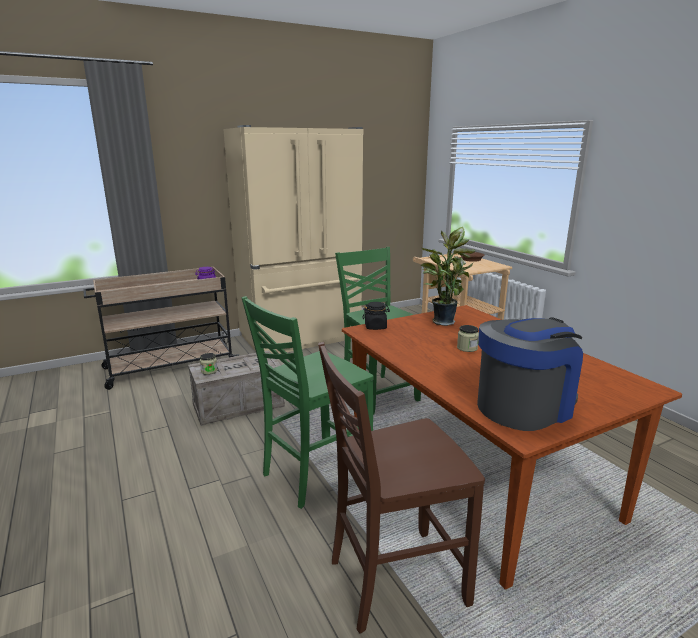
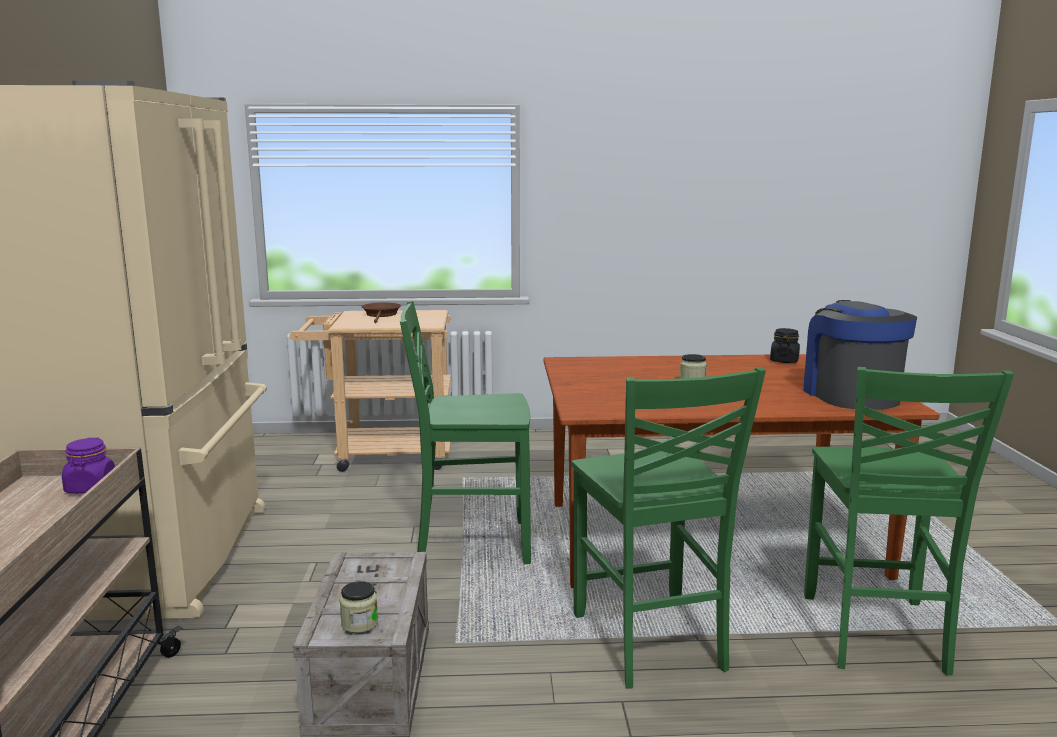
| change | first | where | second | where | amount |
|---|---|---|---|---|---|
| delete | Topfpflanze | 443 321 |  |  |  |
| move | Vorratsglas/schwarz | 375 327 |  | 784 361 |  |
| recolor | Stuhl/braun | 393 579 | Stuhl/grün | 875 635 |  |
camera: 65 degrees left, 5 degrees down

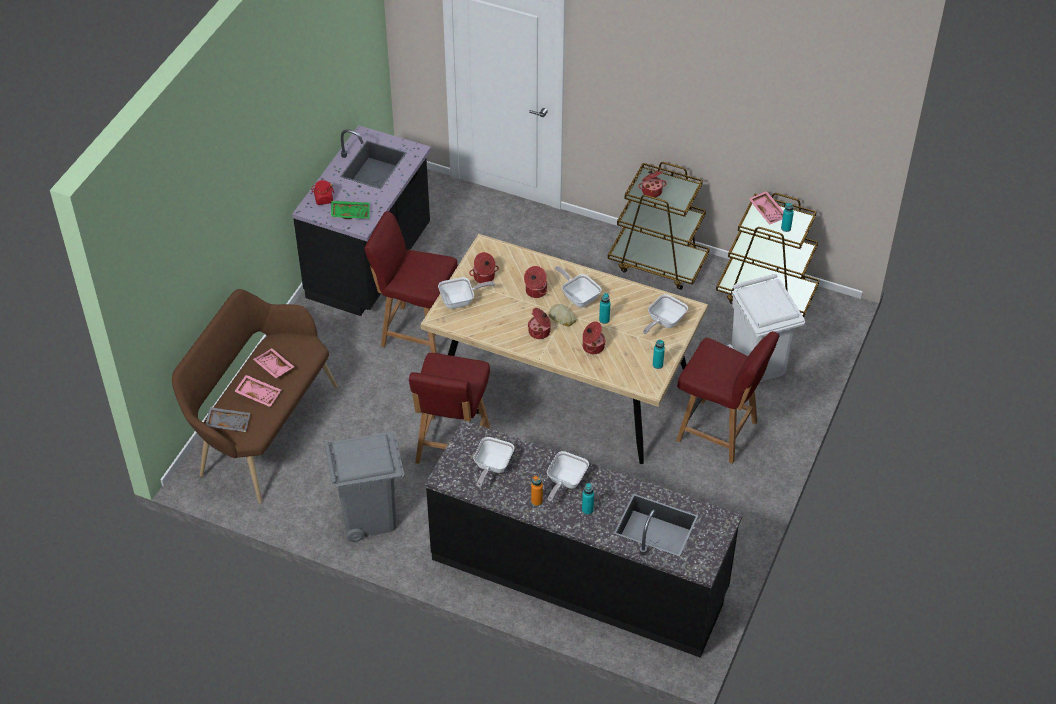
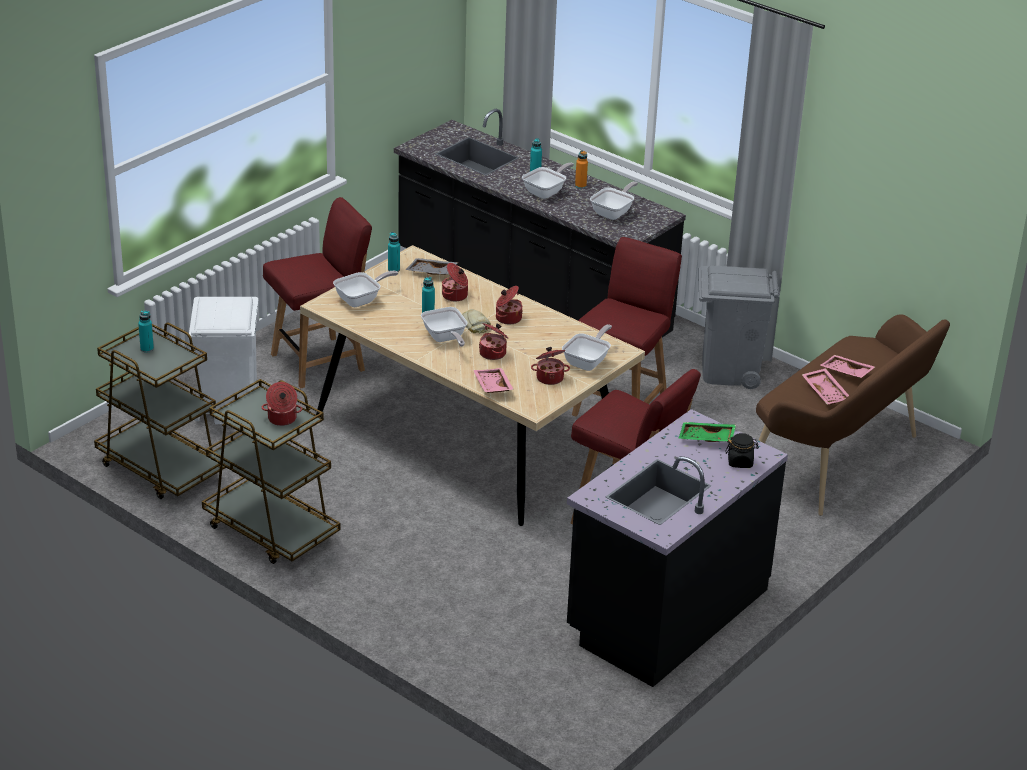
| change | first | where | second | where | amount |
|---|---|---|---|---|---|
| recolor | Vorratsglas/rot | 323 199 | Vorratsglas/schwarz | 740 462 |  |
| move | Tablett/rosa | 768 211 |  | 492 386 |  |
| rotate | Pfanne | 461 301 |  | 588 361 | 120 degrees clockwise |
| rotate | Stuhl/rot | 719 432 |  | 320 362 | 105 degrees clockwise |
| move | Tablett/grau | 228 422 |  | 431 273 |  |
camera: 165 degrees left, 15 degrees down

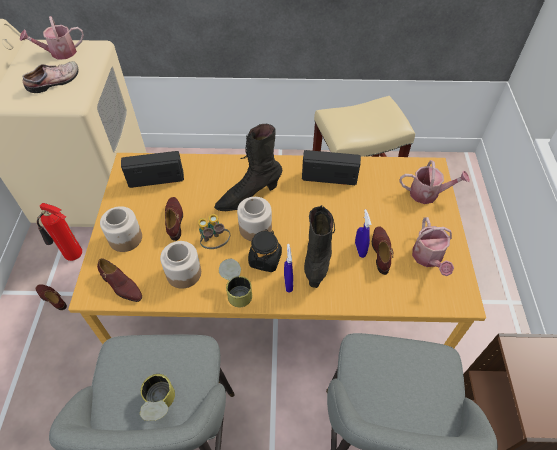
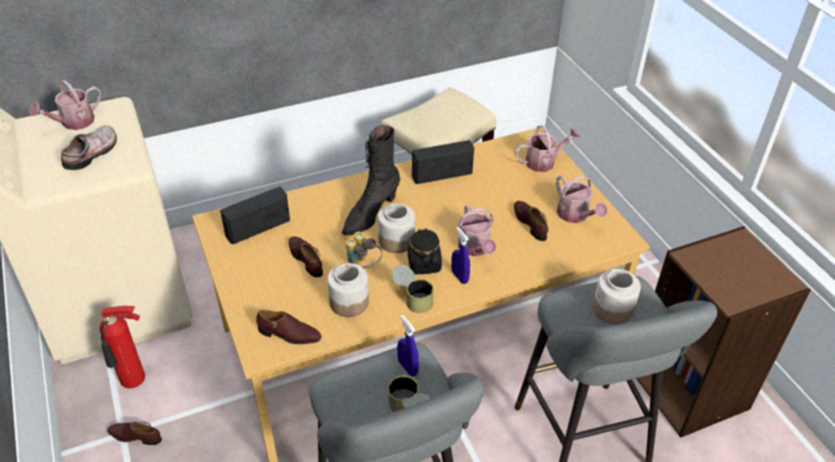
| change | first | where | second | where | amount |
|---|---|---|---|---|---|
| replace | Stiefel/schwarz | 318 260 | Gießkanne | 475 248 |  |
| move | Vorratsglas | 125 238 |  | 612 309 |  |
| move | Sprühflasche/blau | 360 249 |  | 407 367 |  |
camera: 25 degrees left, 10 degrees down

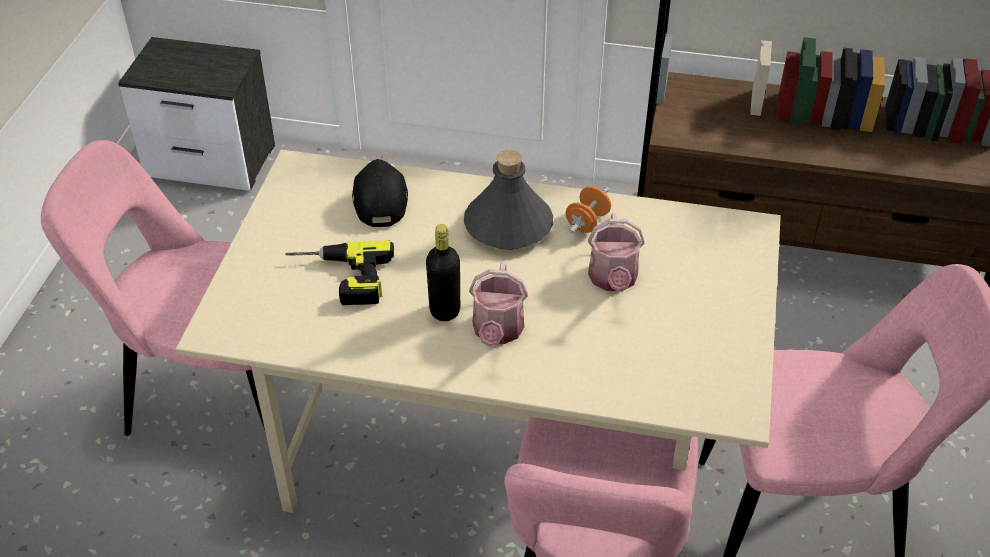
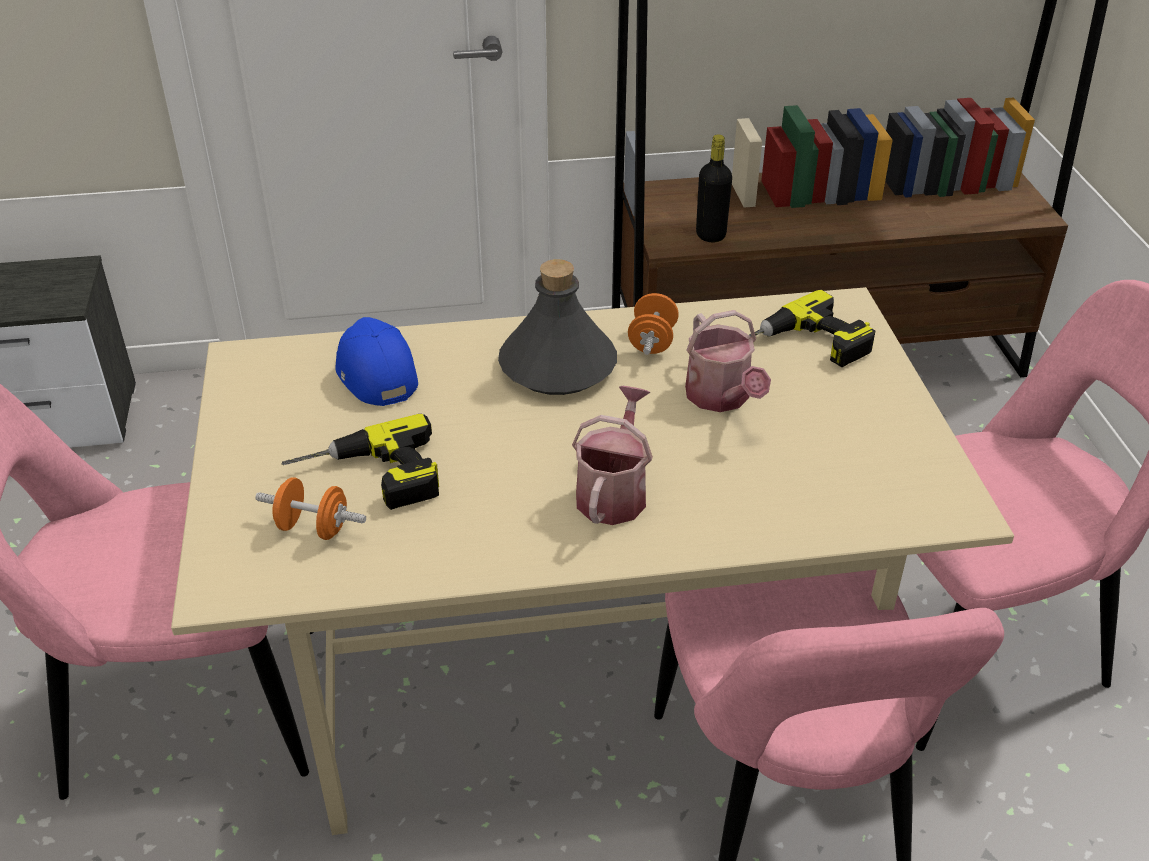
| change | first | where | second | where | amount |
|---|---|---|---|---|---|
| recolor | Kappe/schwarz | 379 199 | Kappe/blau | 374 372 |  |
| move | Flasche/schwarz | 445 310 |  | 710 235 |  |
| rotate | Gießkanne | 497 331 |  | 613 491 | 150 degrees counterclockwise |
| insert |  |  | Bohrmaschine | 803 348 |  |
| insert |  |  | Hantel/orange | 313 528 |  |
camera: 20 degrees left, 5 degrees down

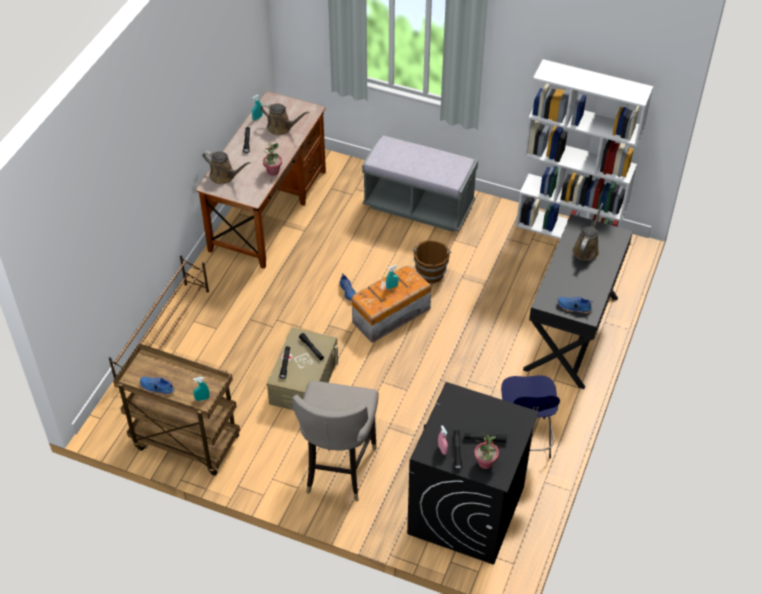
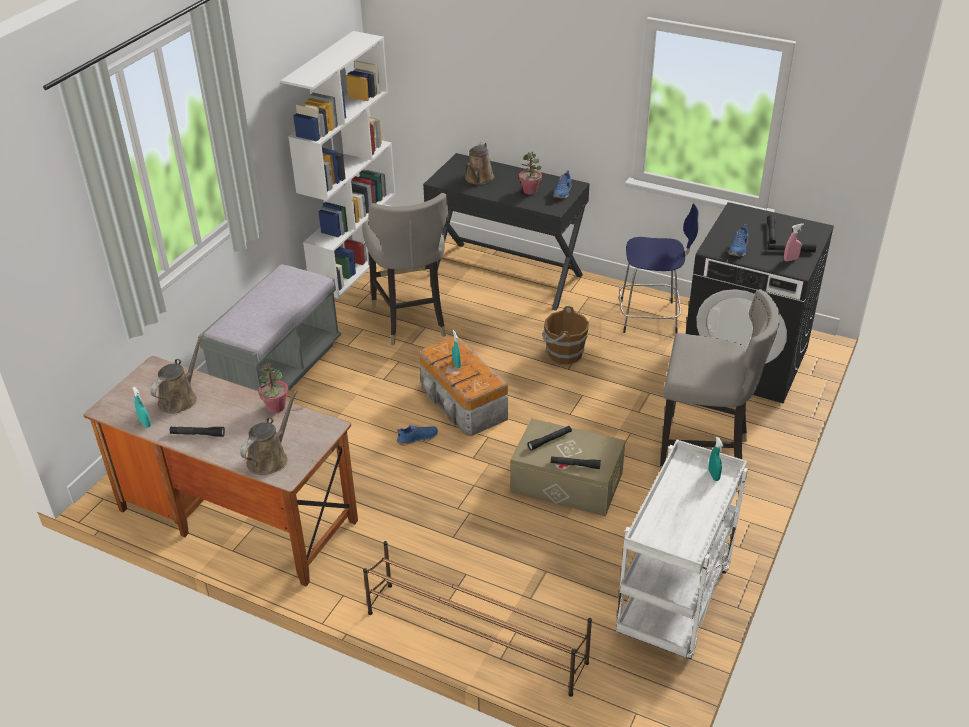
| change | first | where | second | where | amount |
|---|---|---|---|---|---|
| rotate | Gießkanne/braun | 586 249 |  | 478 179 | 105 degrees counterclockwise |
| move | Eimer/braun | 430 272 |  | 564 354 |  |
| recolor | Rollwagen/braun | 184 442 | Rollwagen/weiß | 674 605 |  |
| move | Schuh/blau | 157 388 |  | 739 249 |  |
| move | Topfpflanze | 485 463 |  | 530 191 |  |
| insert |  |  | Hocker/grau | 411 321 |  |
camera: 85 degrees left, 10 degrees down

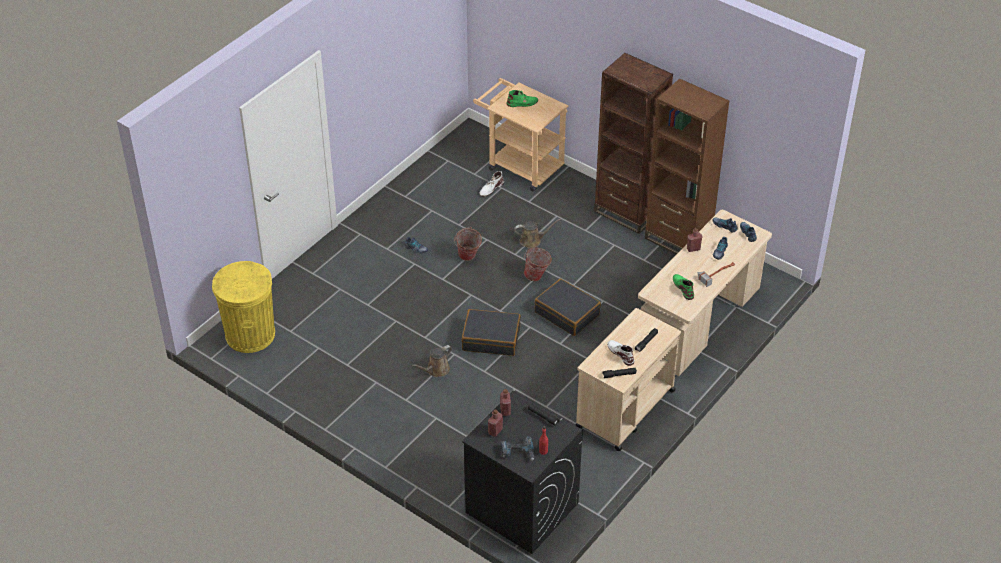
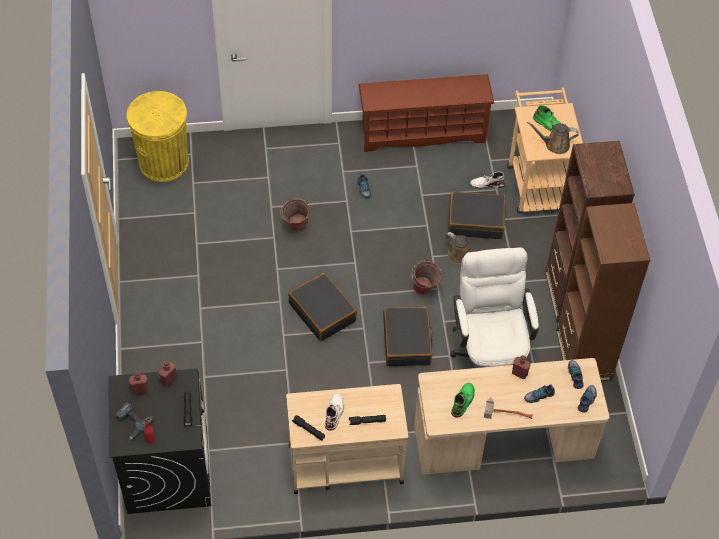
| change | first | where | second | where | amount |
|---|---|---|---|---|---|
| move | Eimer | 468 257 |  | 295 227 |  |
| move | Gießkanne/braun | 436 370 |  | 554 145 |  |
| insert |  |  | Schuhregal/braun | 423 133 |  |
| insert |  |  | Koffer/schwarz | 475 221 |  |
| insert |  |  | Bürostuhl/weiß | 489 354 |  |
camera: 45 degrees right, 10 degrees up

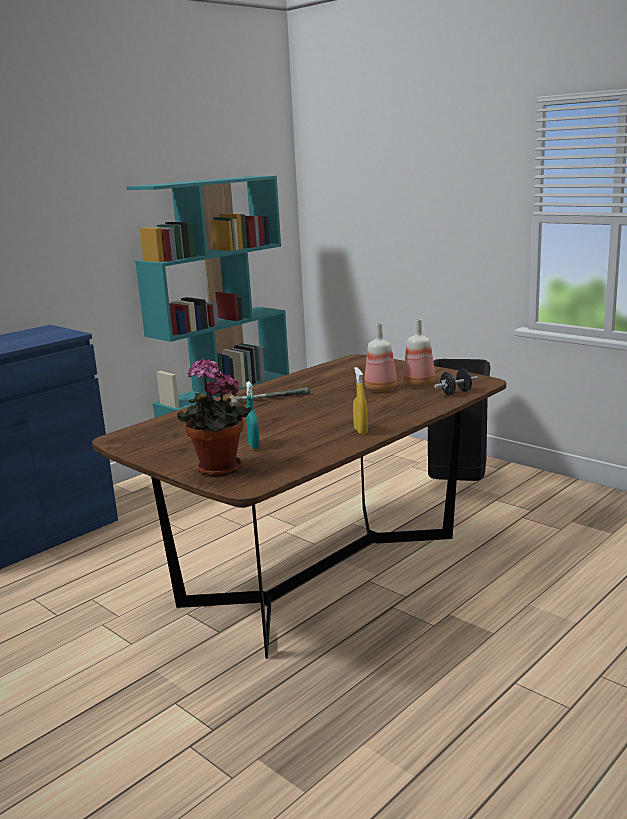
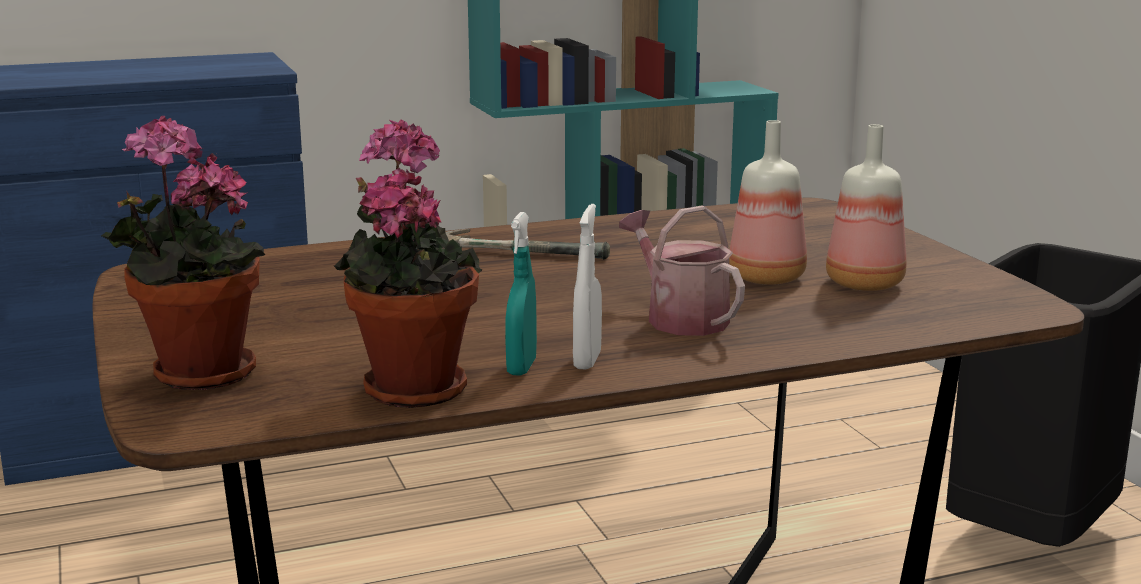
| change | first | where | second | where | amount |
|---|---|---|---|---|---|
| recolor | Sprühflasche/gelb | 360 431 | Sprühflasche/weiß | 587 360 |  |
| delete | Hantel/schwarz | 455 393 |  |  |  |
| move | Sprühflasche/türkis | 254 446 |  | 521 367 |  |
| insert |  |  | Topfpflanze | 411 386 |  |
| insert |  |  | Gießkanne | 680 318 |  |
camera: 25 degrees right, 0 degrees up

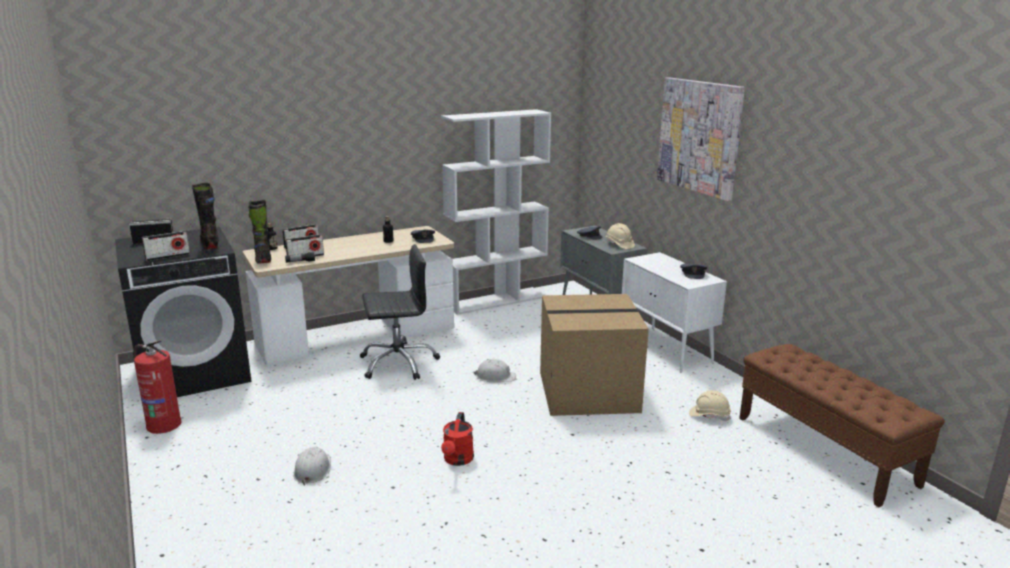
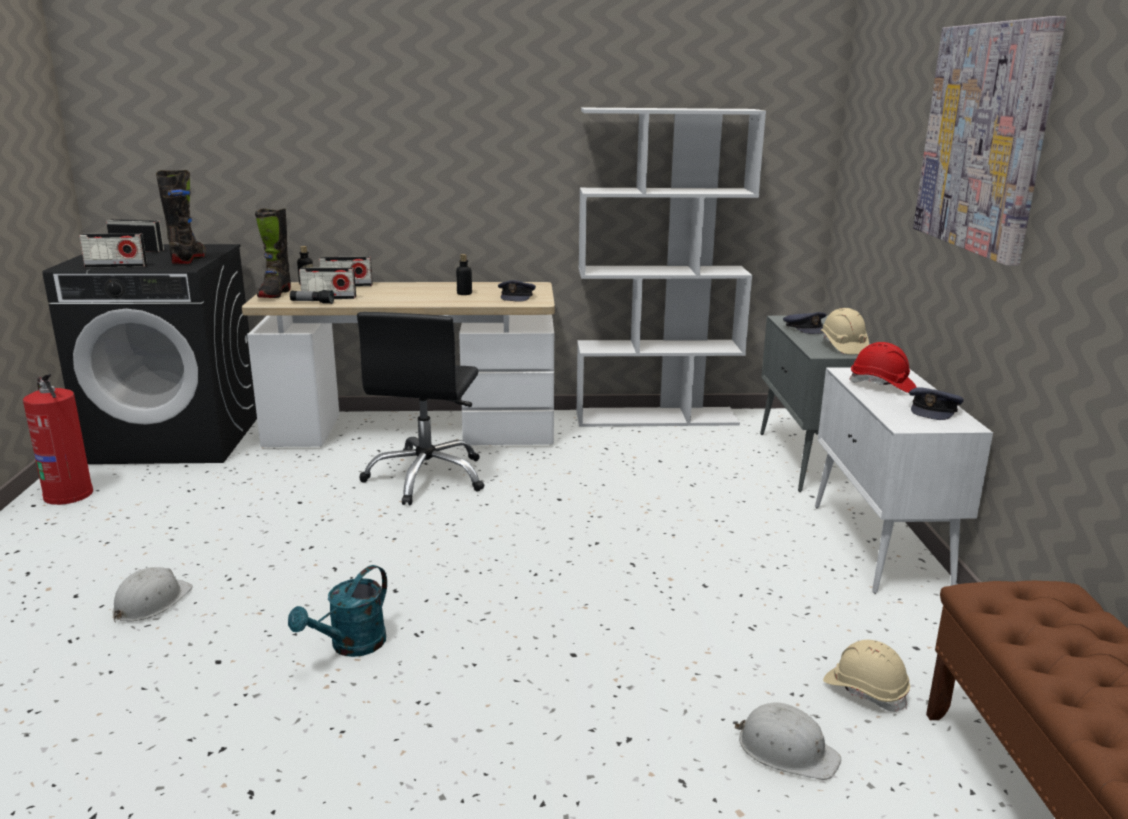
| change | first | where | second | where | amount |
|---|---|---|---|---|---|
| rotate | Bürostuhl/schwarz | 398 363 |  | 427 477 | 90 degrees clockwise |
| delete | Karton | 589 391 |  |  |  |
| move | Schutzhelm/weiß | 495 376 |  | 786 750 |  |
| recolor | Gießkanne/rot | 457 460 | Gießkanne/türkis | 351 646 |  |
| insert |  |  | Schutzhelm/rot | 882 385 |  |
camera: 25 degrees right, 0 degrees up

